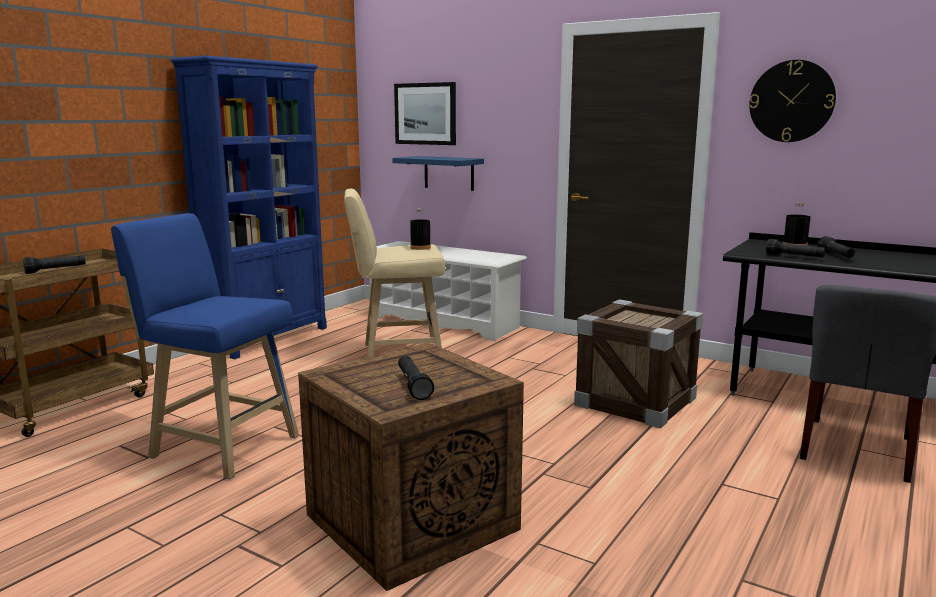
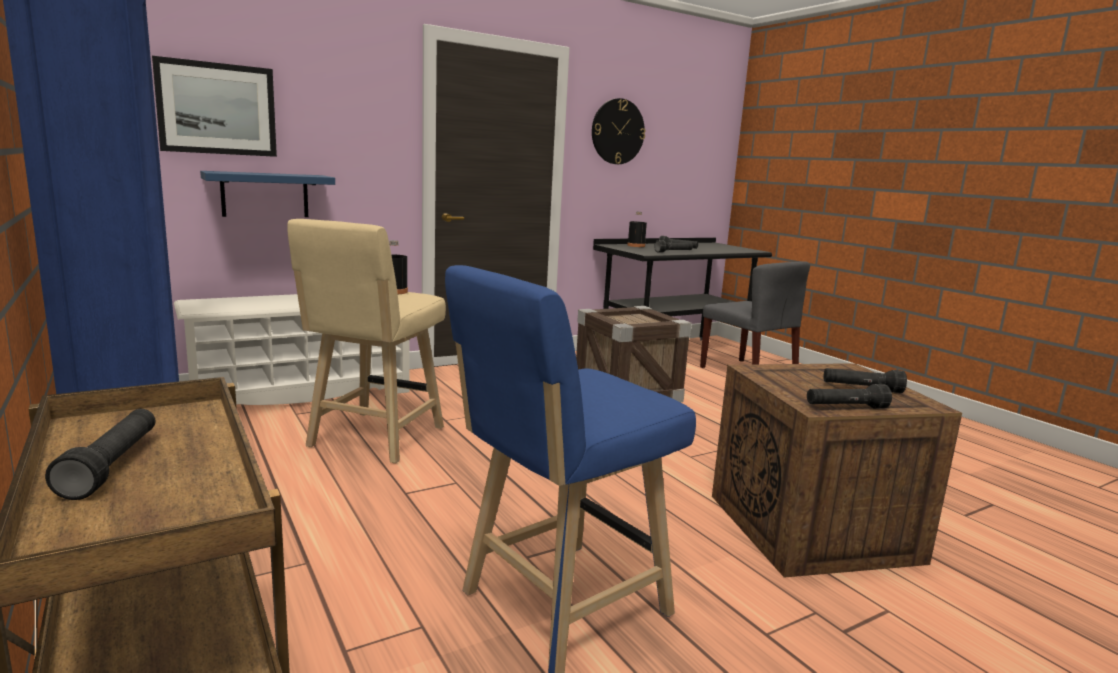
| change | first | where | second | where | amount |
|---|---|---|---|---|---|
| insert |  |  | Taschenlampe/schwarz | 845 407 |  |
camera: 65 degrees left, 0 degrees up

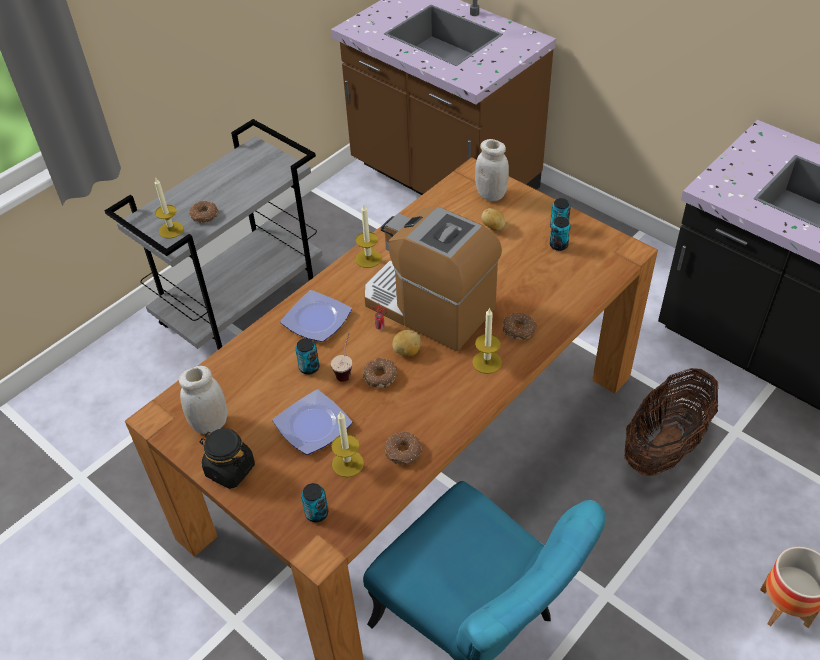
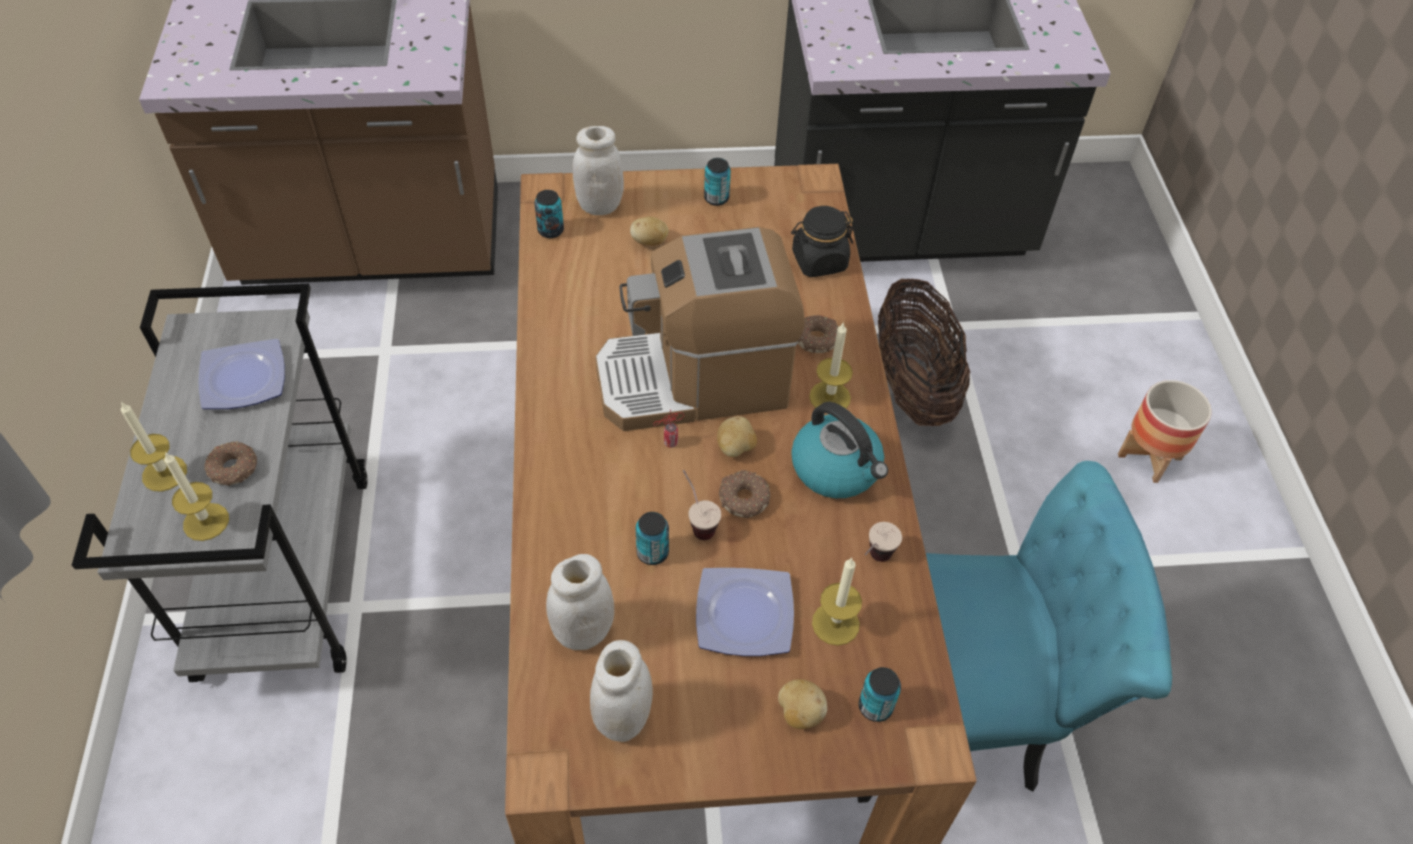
| change | first | where | second | where | amount |
|---|---|---|---|---|---|
| move | Kerze | 368 258 |  | 164 473 |  |
| move | Dose | 558 245 |  | 551 230 |  |
| move | Teller | 317 321 |  | 245 380 |  |
| move | Vorratsglas/schwarz | 230 469 |  | 819 261 |  |
| replace | Donut | 403 452 | Tasse | 873 562 |  |
| insert |  |  | Wasserkessel | 837 469 |  |
| insert |  |  | Vorratsglas/weiß | 583 631 |  |
| insert |  |  | Kartoffel | 799 713 |  |
camera: 50 degrees left, 5 degrees up

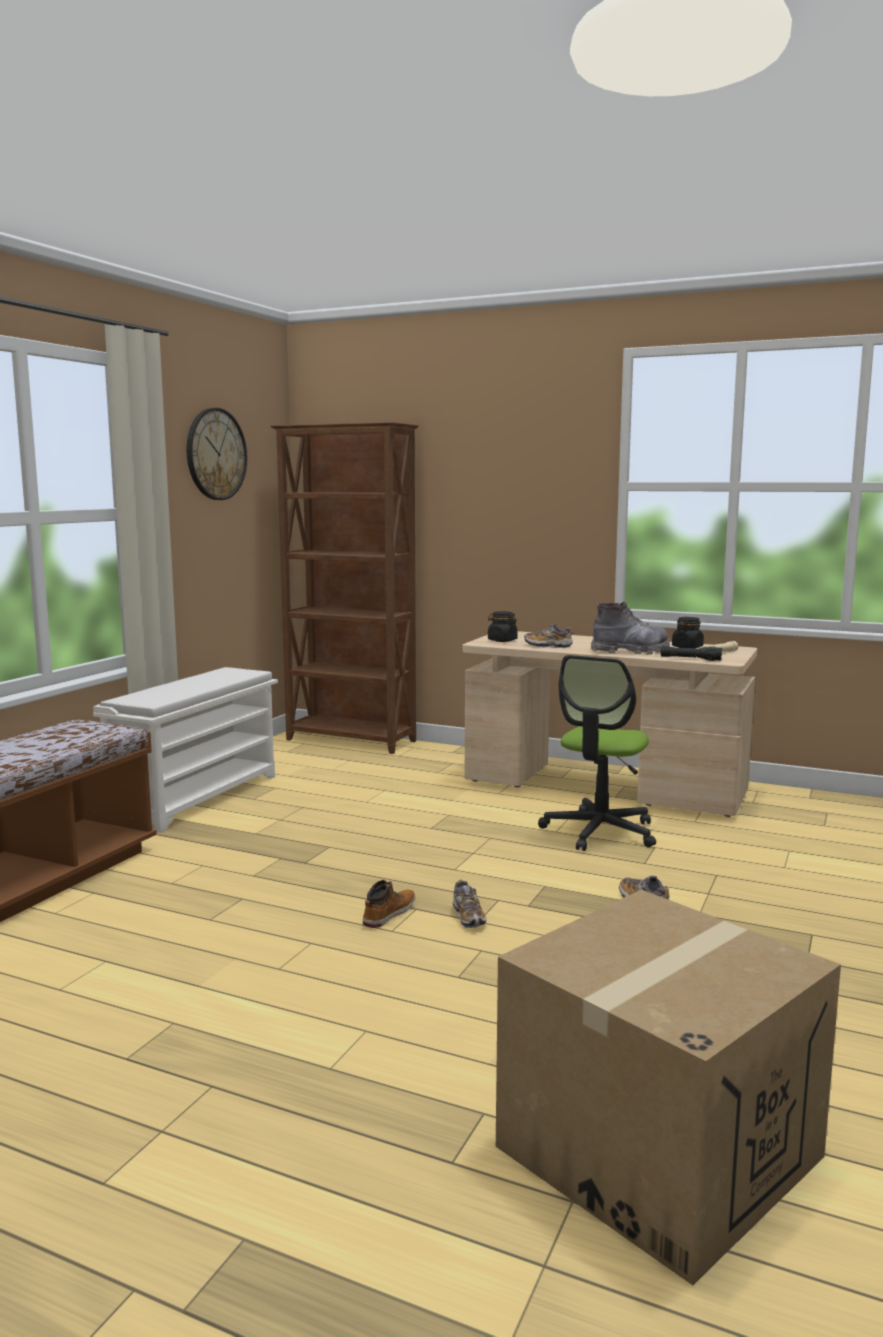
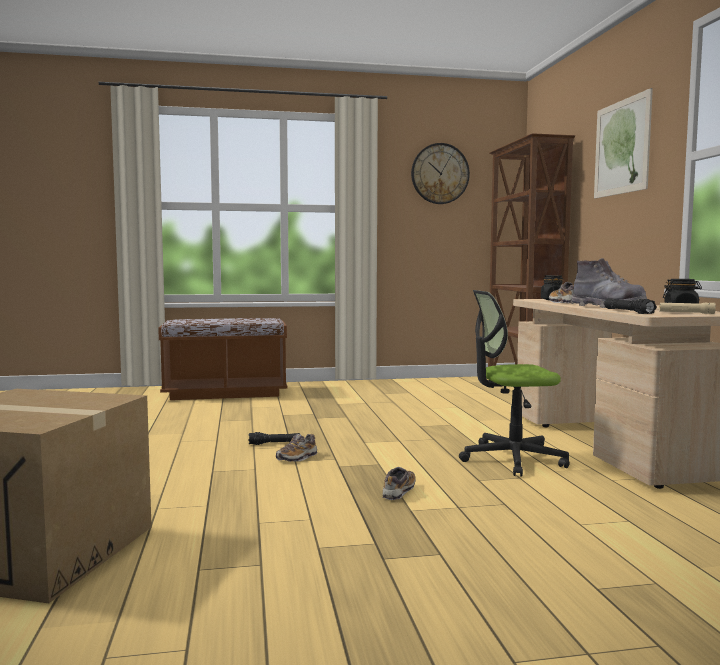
| change | first | where | second | where | amount |
|---|---|---|---|---|---|
| delete | Schuhregal/weiß | 197 797 |  |  |  |
| replace | Stiefel | 388 914 | Taschenlampe/schwarz | 274 443 |  |
| insert |  |  | Bild | 622 147 |  |
camera: 55 degrees right, 5 degrees down

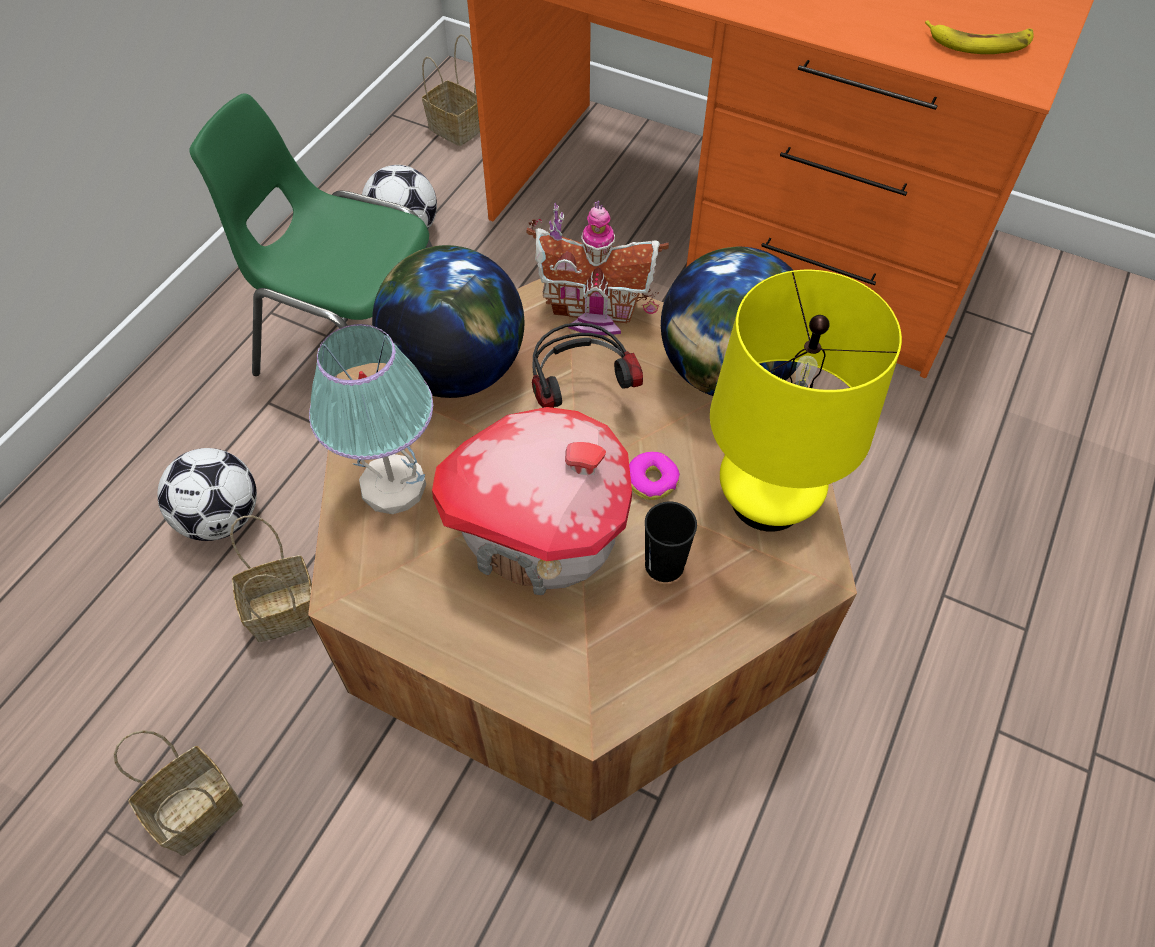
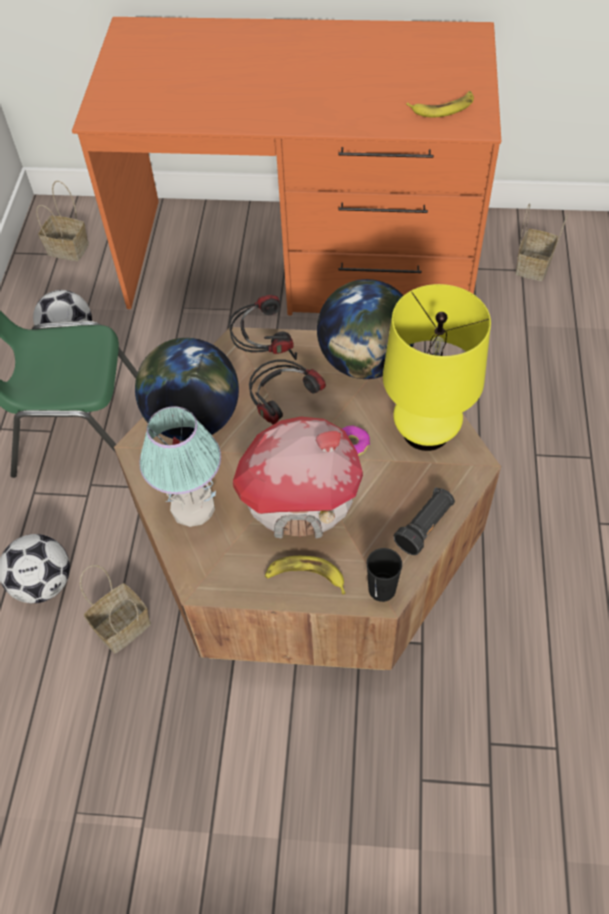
| change | first | where | second | where | amount |
|---|---|---|---|---|---|
| replace | Spielzeughaus | 594 313 | Kopfhörer | 264 351 |  |
| move | Tasse/schwarz | 664 565 |  | 382 589 |  |
| move | Korb | 196 813 |  | 533 267 |  |
| insert |  |  | Taschenlampe/schwarz | 425 527 |  |
| insert |  |  | Banane | 305 577 |  |
camera: 20 degrees left, 0 degrees up

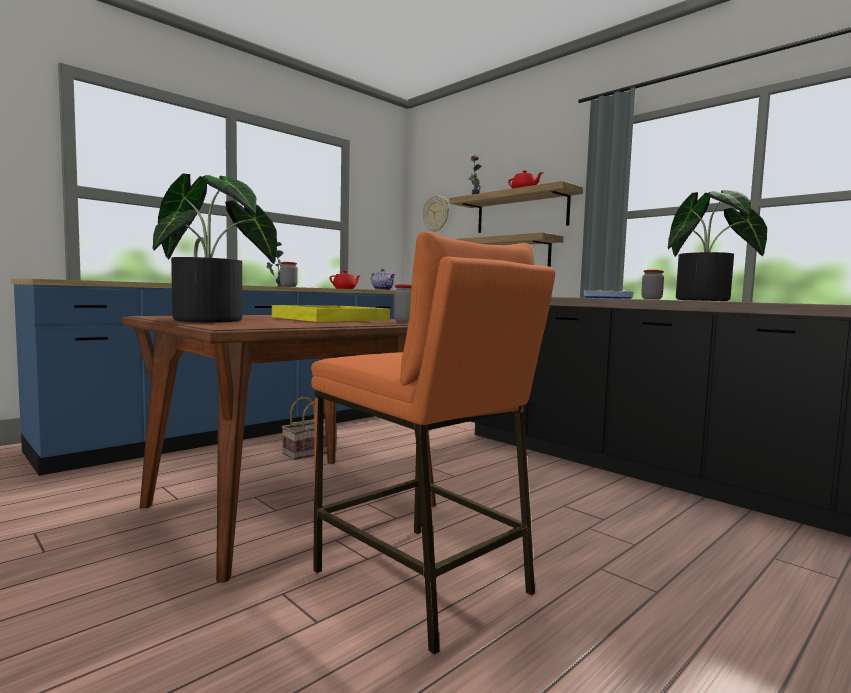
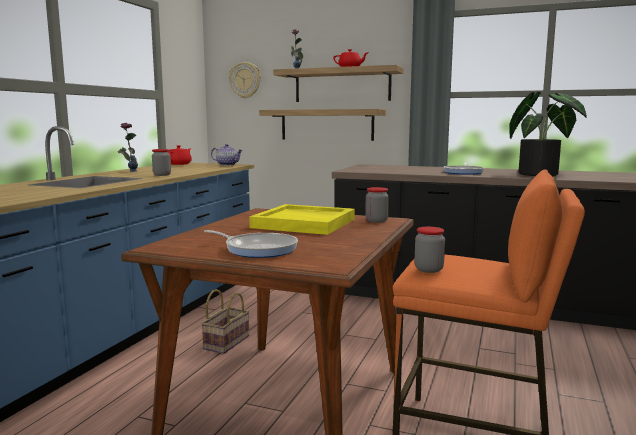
| change | first | where | second | where | amount |
|---|---|---|---|---|---|
| replace | Topfpflanze | 217 320 | Pfanne | 258 249 |  |
| move | Vorratsglas | 651 299 |  | 428 269 |  |
camera: 25 degrees left, 5 degrees up

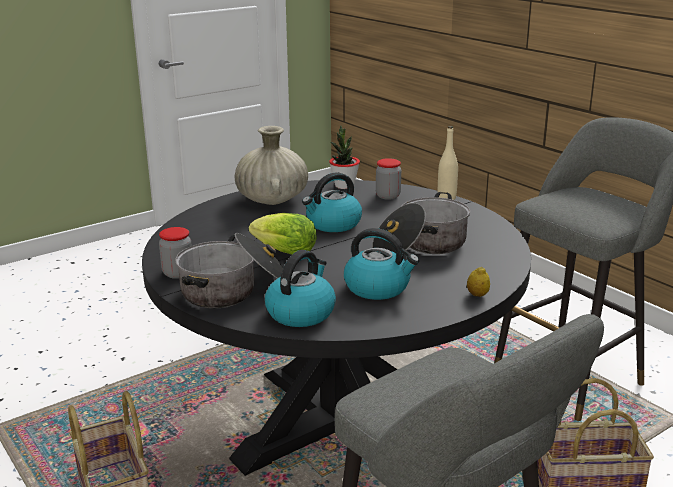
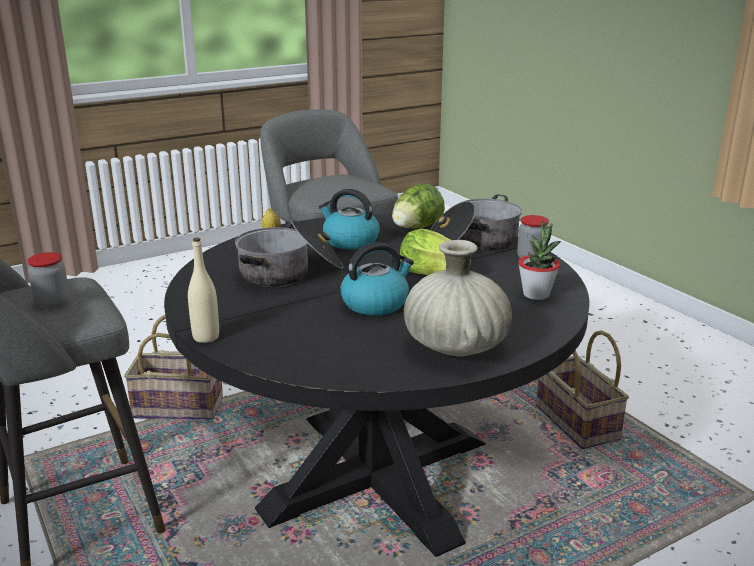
| change | first | where | second | where | amount |
|---|---|---|---|---|---|
| move | Topfpflanze | 344 186 |  | 536 295 |  |
| move | Vorratsglas | 388 196 |  | 52 303 |  |
| replace | Wasserkessel | 301 312 | Salatkopf | 416 228 |  |
camera: 175 degrees left, 0 degrees up

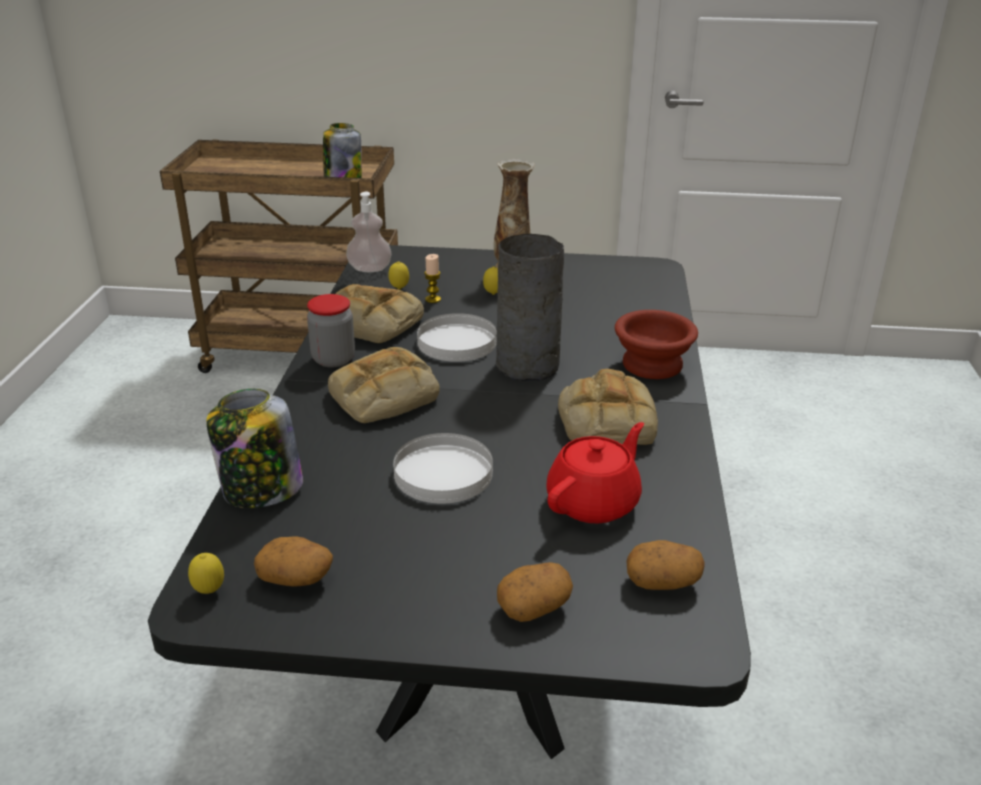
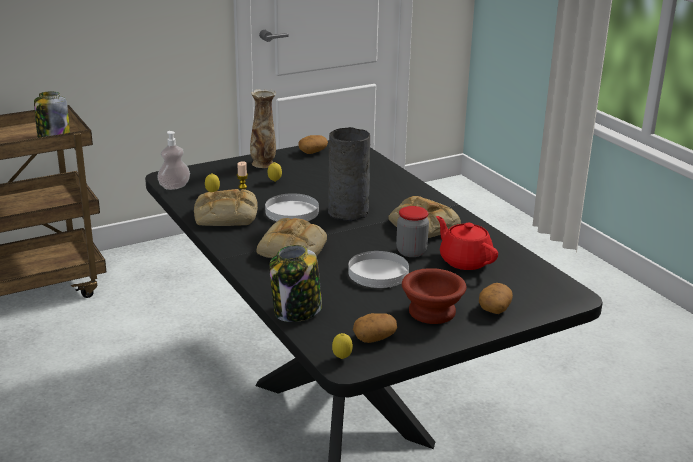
| change | first | where | second | where | amount |
|---|---|---|---|---|---|
| move | Vorratsglas | 333 359 |  | 411 252 |  |
| move | Schüssel/braun | 655 365 |  | 434 311 |  |
| rotate | Teekanne/rot | 594 502 |  | 465 261 | 45 degrees counterclockwise |
| move | Kartoffel | 663 581 |  | 313 152 |  |
camera: 35 degrees left, 5 degrees down

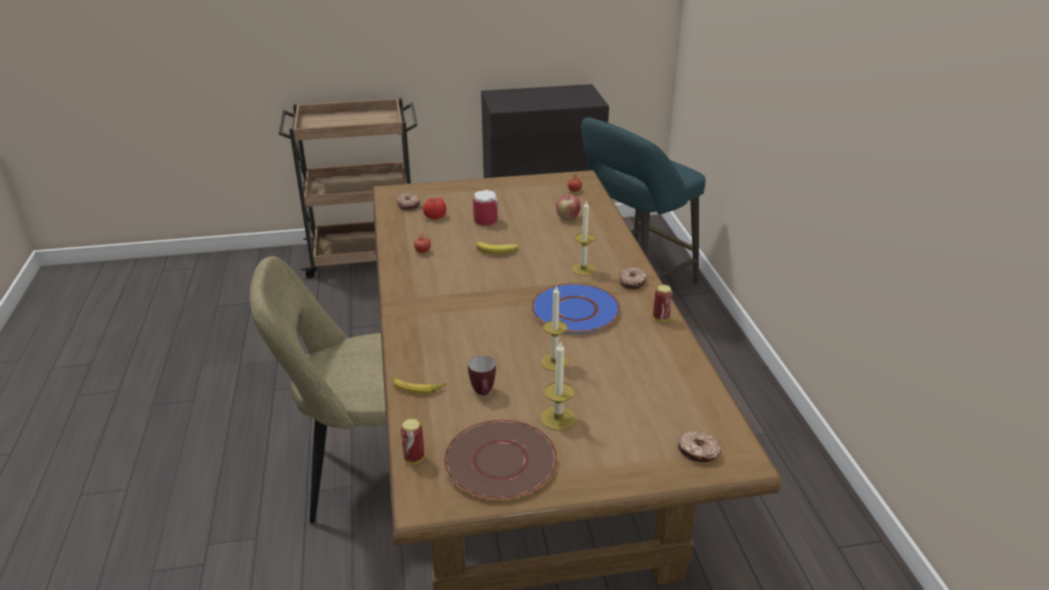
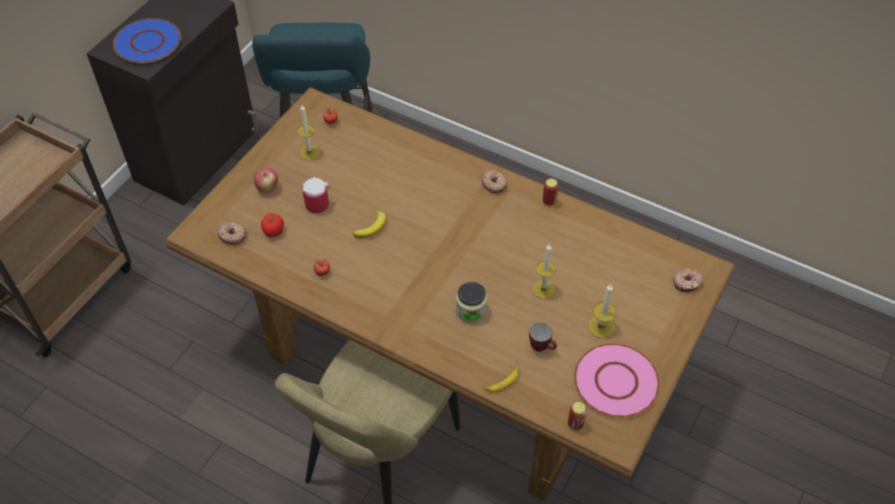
| change | first | where | second | where | amount |
|---|---|---|---|---|---|
| move | Apfel | 567 218 |  | 267 188 |  |
| move | Kerze | 583 269 |  | 309 152 |  |
| move | Teller/blau | 576 310 |  | 148 42 |  |
| recolor | Teller/braun | 500 462 | Teller/rosa | 616 382 |  |
| insert |  |  | Vorratsglas | 471 311 |  |
camera: 50 degrees left, 20 degrees up

